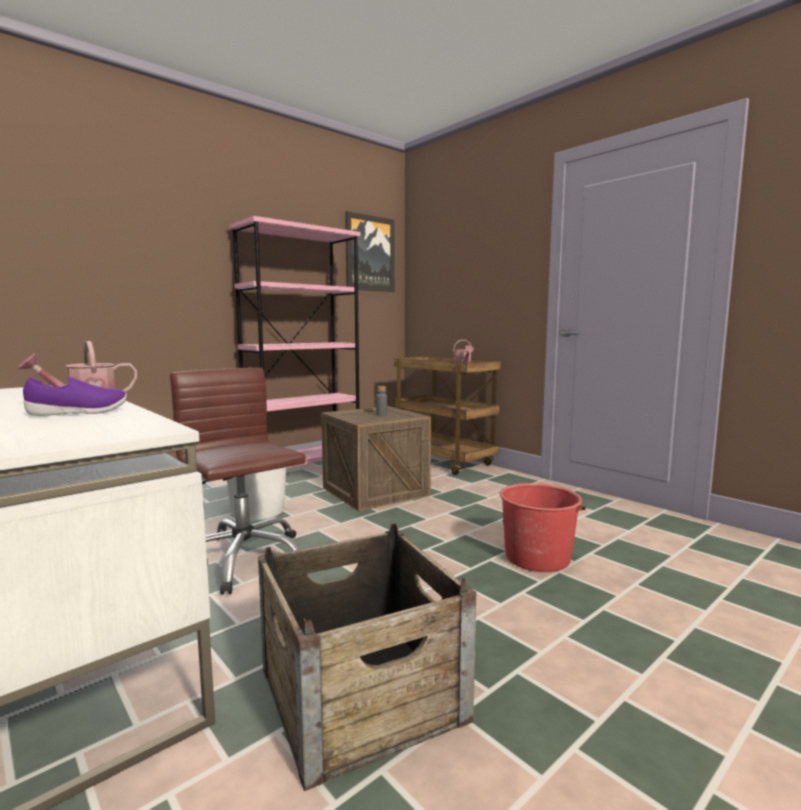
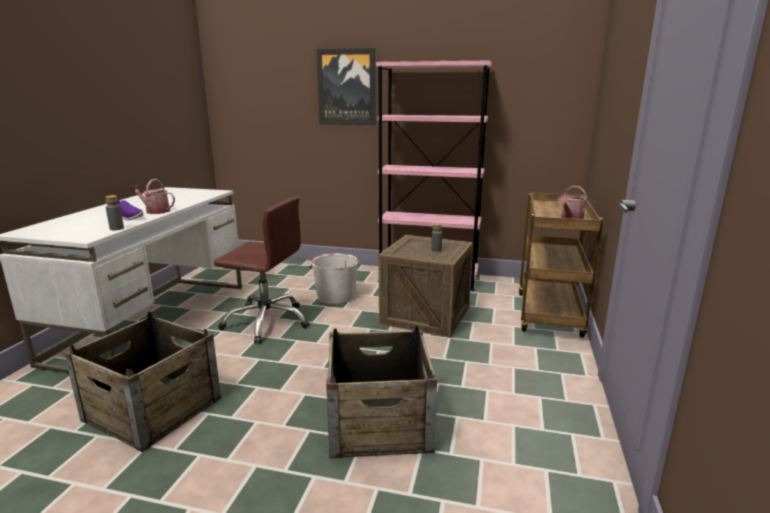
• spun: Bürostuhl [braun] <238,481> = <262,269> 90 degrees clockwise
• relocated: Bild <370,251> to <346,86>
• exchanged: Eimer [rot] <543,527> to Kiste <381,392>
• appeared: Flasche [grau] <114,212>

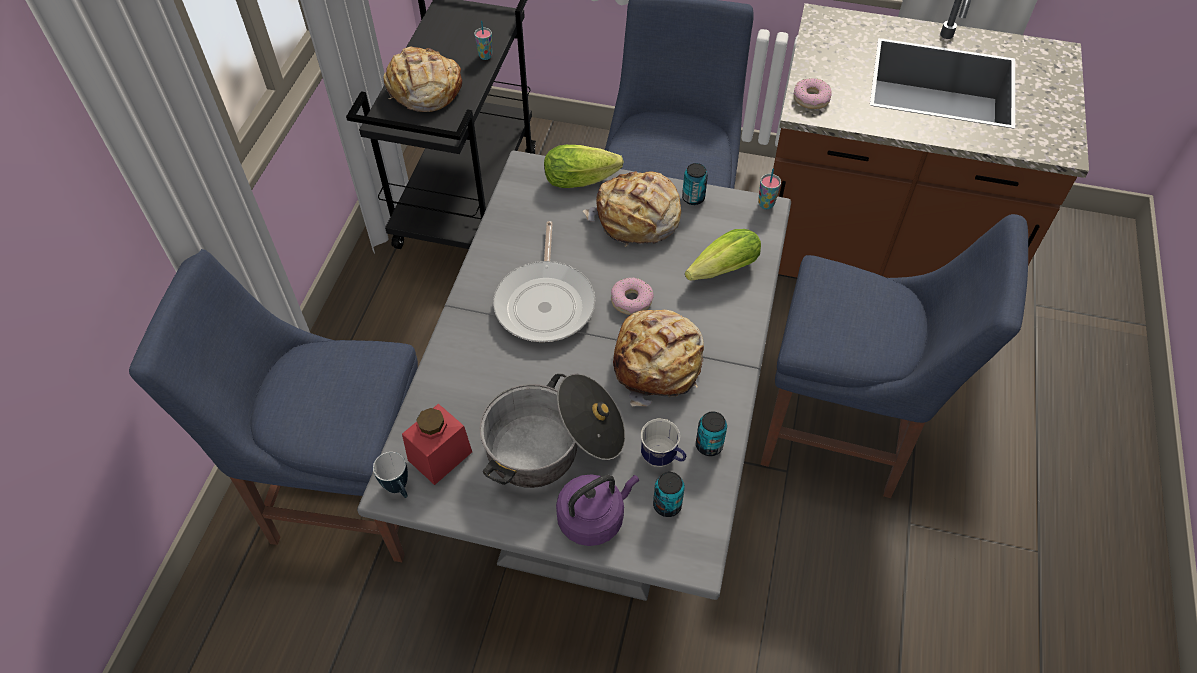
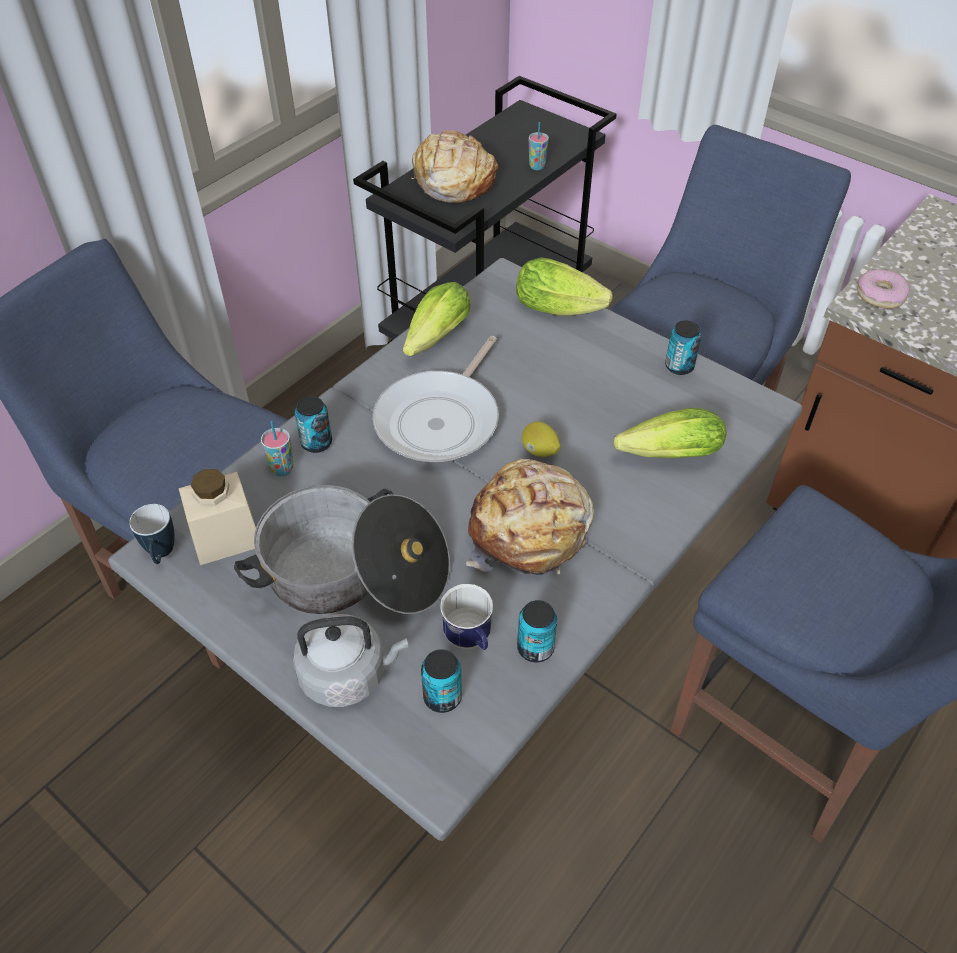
• colour: Vorratsglas [rot] <437,444> to Vorratsglas [beige] <217,517>
• colour: Wasserkessel [lila] <597,510> to Wasserkessel [grau] <350,660>
• missing: Brot <632,209>
• exchanged: Donut <632,296> to Zitrone <541,439>
• relocated: Tasse <769,188> to <277,448>
• appeared: Dose <313,424>
• appeared: Salatkopf <437,319>

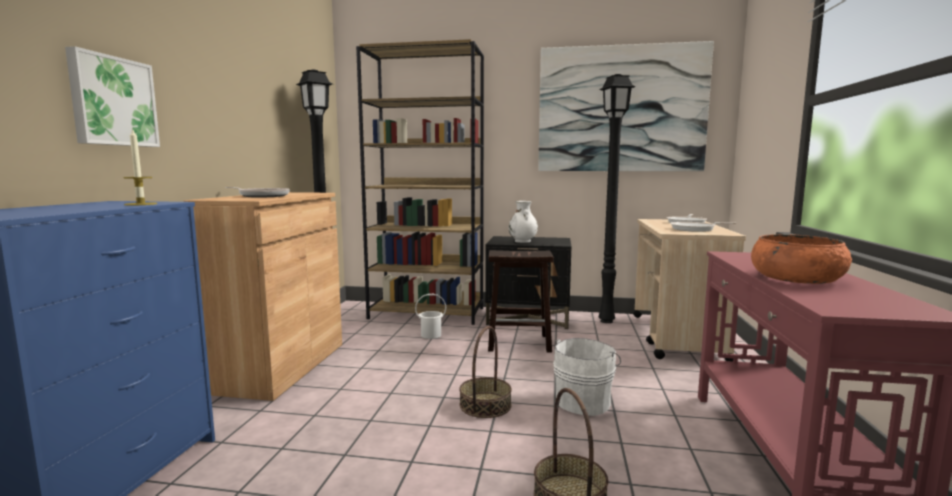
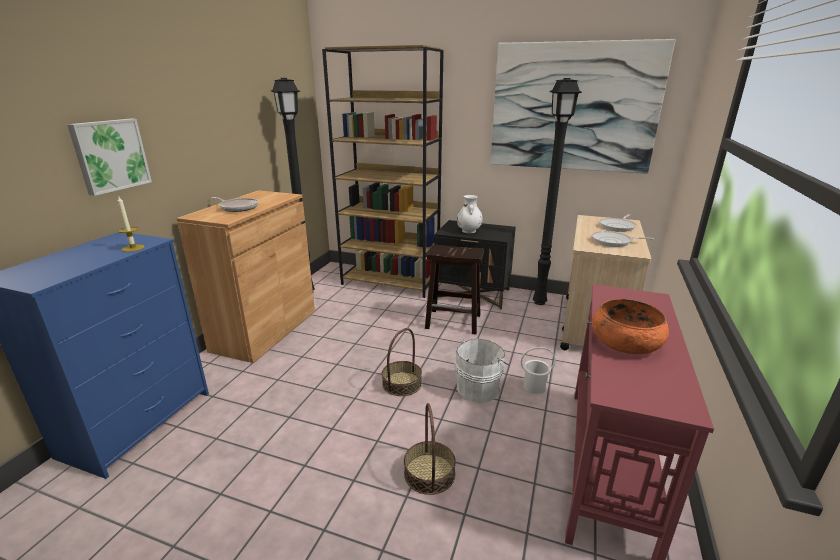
• relocated: Eimer [weiß] <430,316> to <538,370>

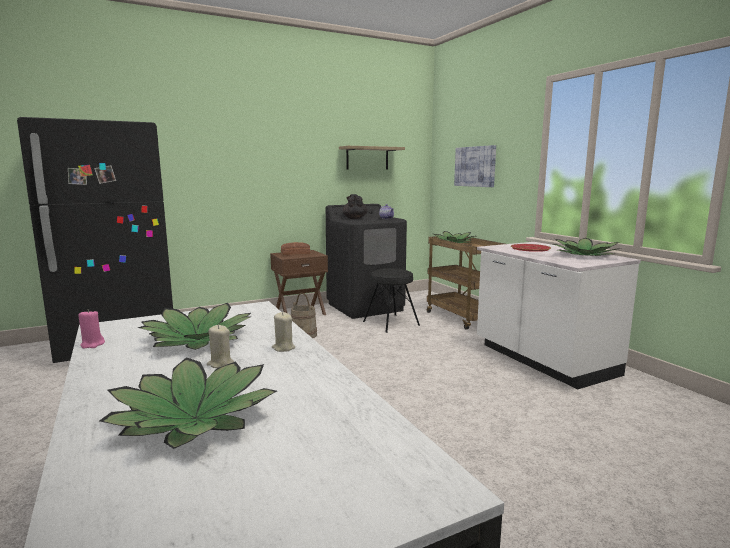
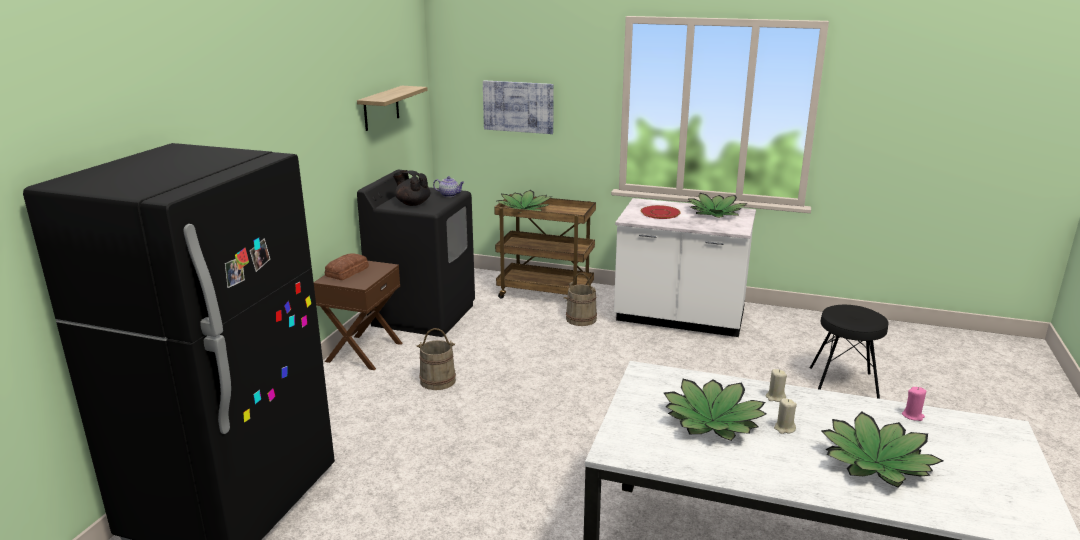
• relocated: Kerze [rosa] <91,329> to <914,404>
• relocated: Hocker [schwarz] <391,300> to <849,352>
• appeared: Eimer [beige] <581,299>

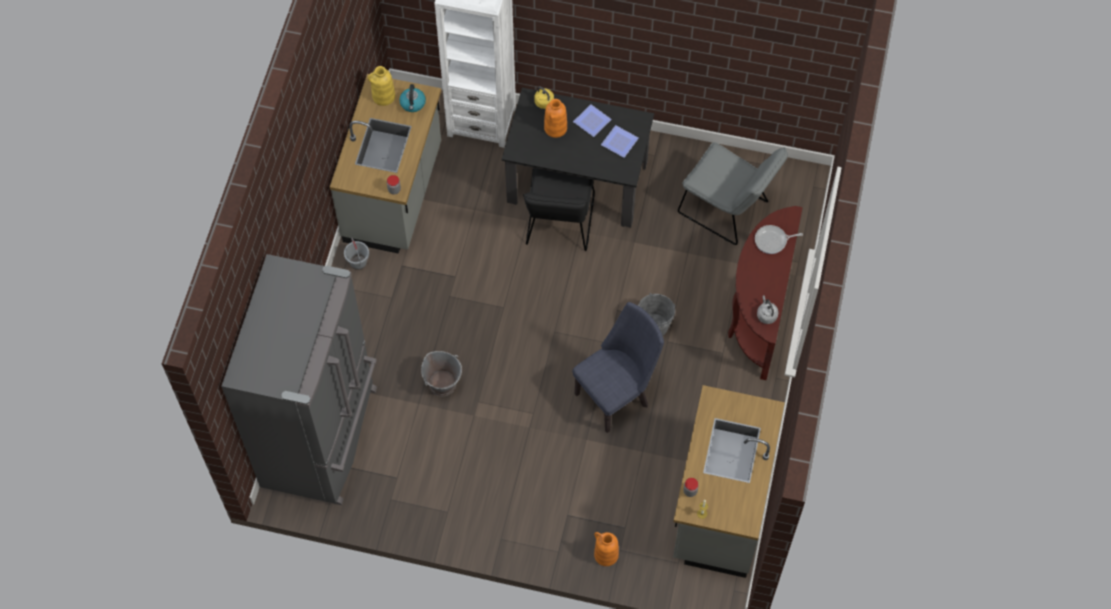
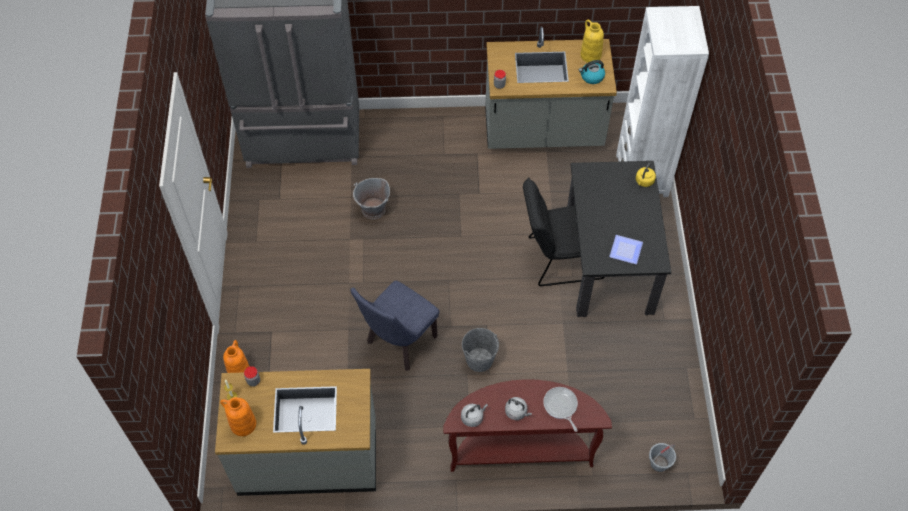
• relocated: Eimer [grau] <356,254> to <662,457>
• relocated: Vase [orange] <555,118> to <238,416>
• spun: Stuhl [blau] <618,367> = <395,325> 90 degrees clockwise
• missing: Teller <592,120>
• missing: Stuhl [grau] <733,193>
• appeared: Wasserkessel [grau] <518,408>

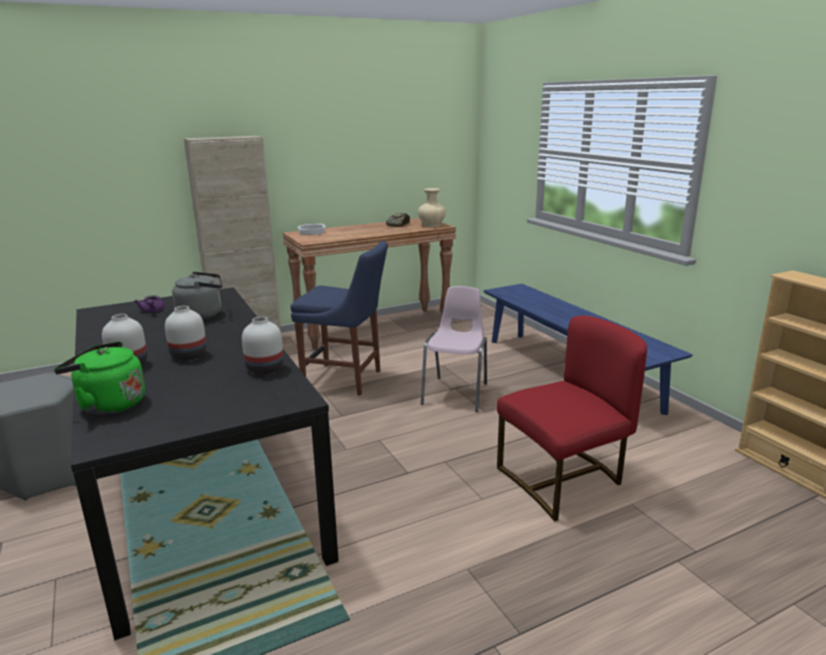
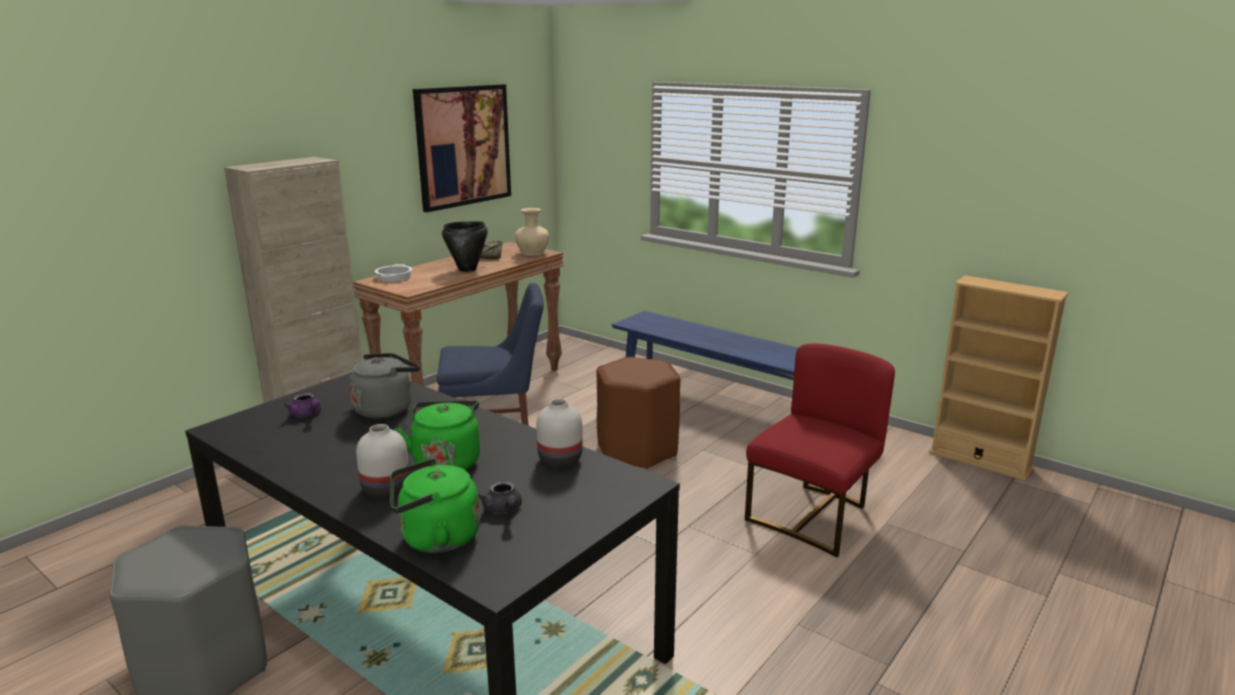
• exchanged: Vase [weiß] <186,333> to Wasserkessel [grün] <437,435>
• exchanged: Stuhl [rosa] <454,349> to Hocker [braun] <638,413>
• appeared: Bild <462,148>
• appeared: Kochtopf [schwarz] <465,246>
• appeared: Teekanne [grau] <500,497>

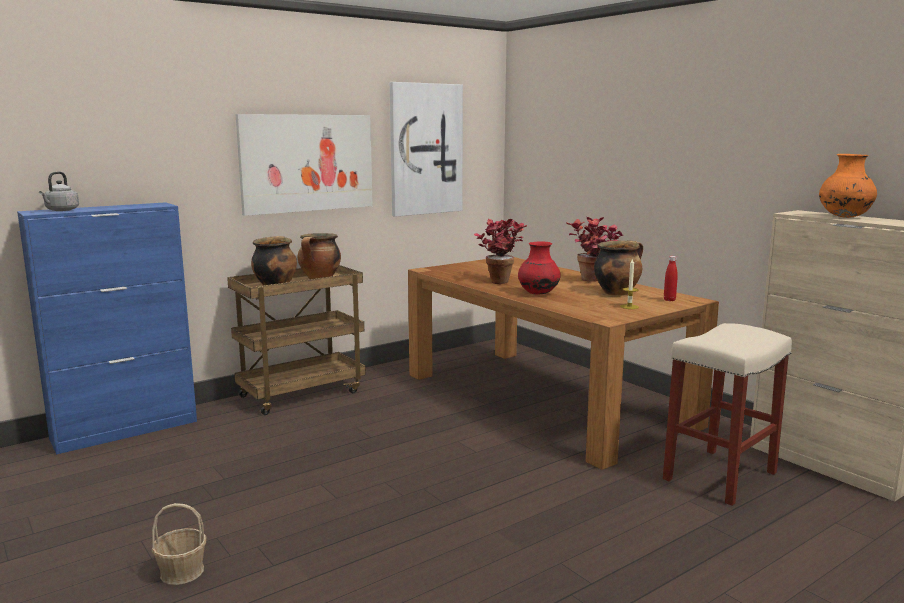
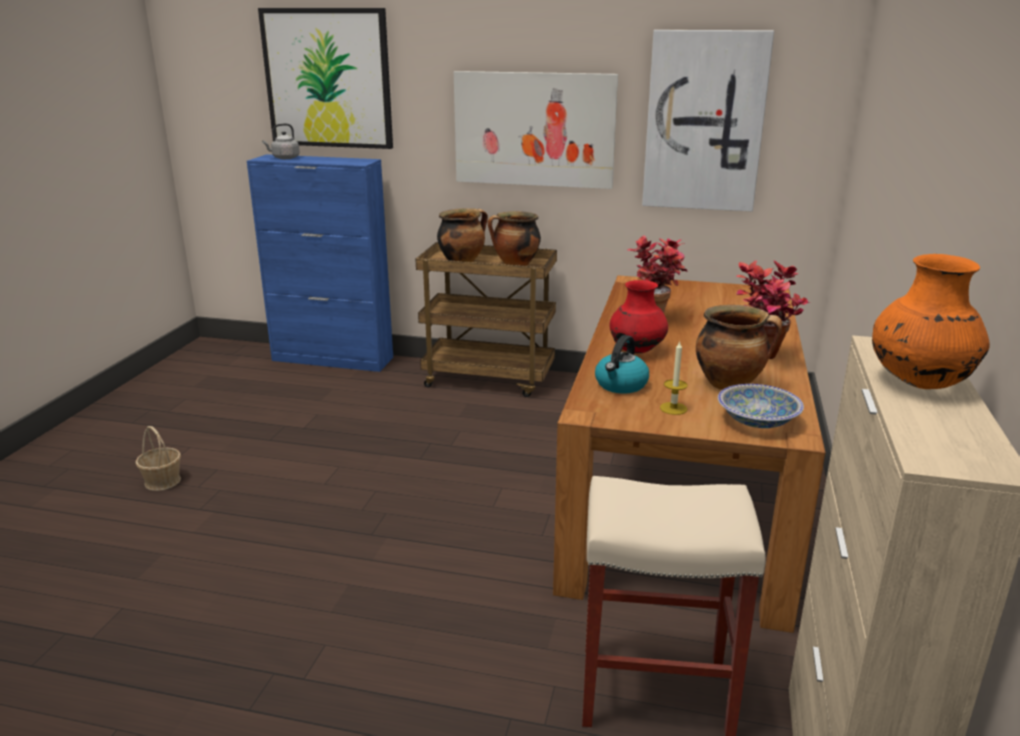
• exchanged: Flasche [rot] <671,278> to Schüssel <761,406>
• appeared: Bild <325,78>
• appeared: Wasserkessel <622,364>

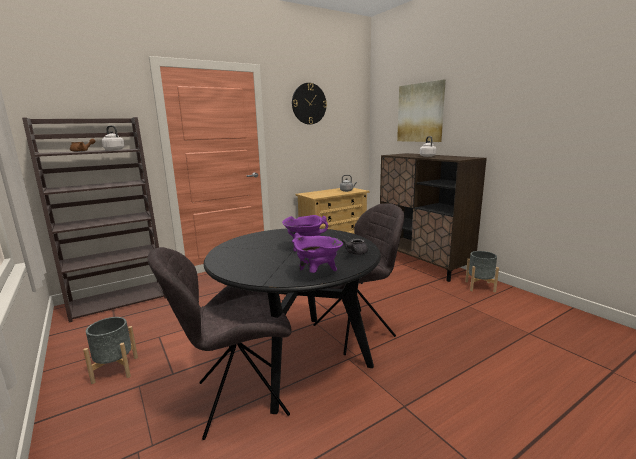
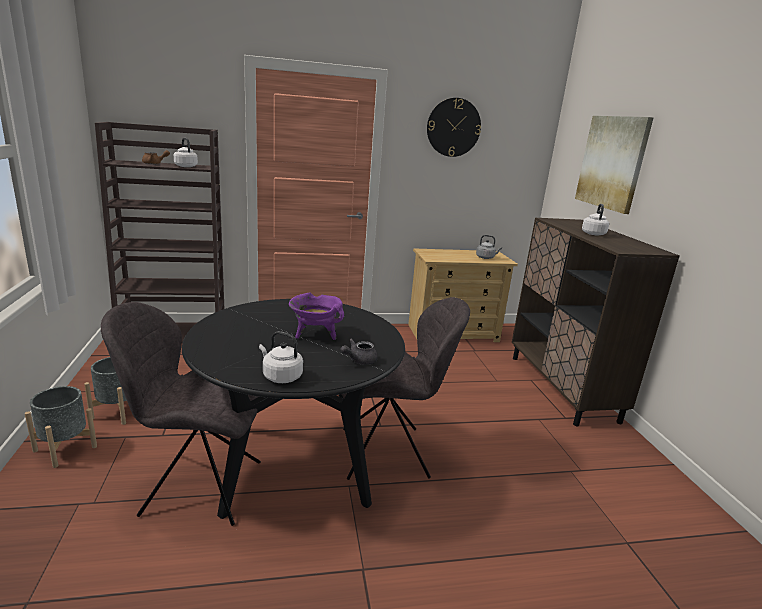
• exchanged: Kochtopf [lila] <317,253> to Wasserkessel [weiß] <281,357>
• relocated: Pflanzkübel [grau] <482,272> to <61,427>

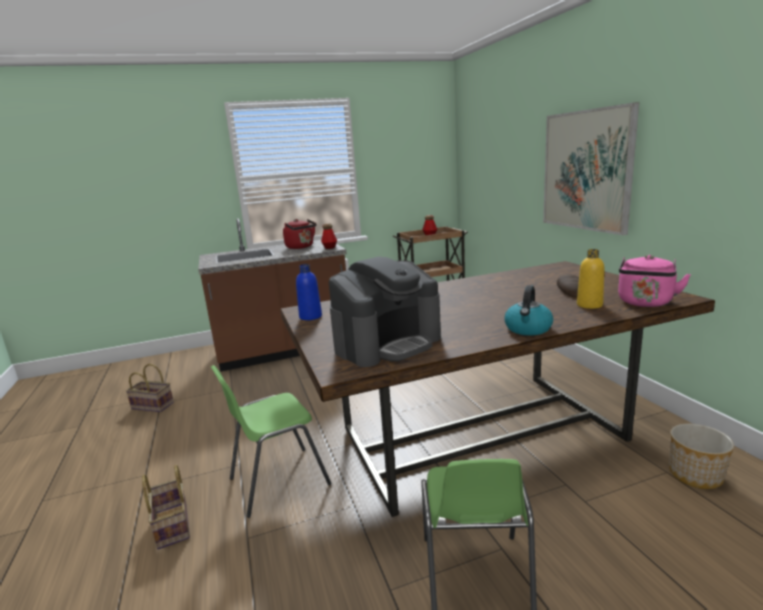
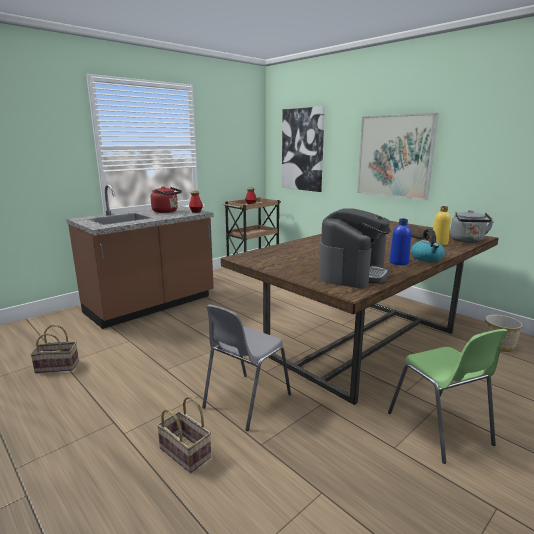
• colour: Stuhl [grün] <271,441> to Stuhl [grau] <246,368>
• relocated: Flasche [blau] <309,292> to <400,242>
• colour: Wasserkessel [rosa] <654,281> to Wasserkessel [grau] <472,226>
• appeared: Bild <303,149>

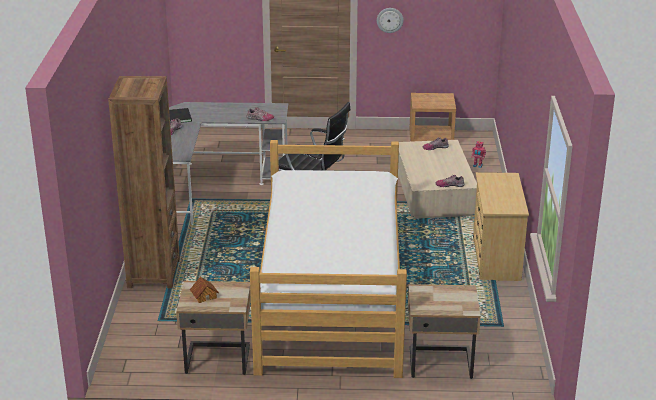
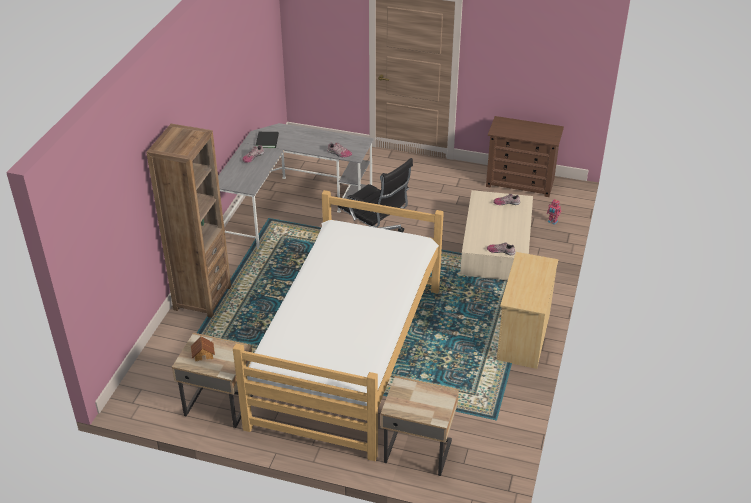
• missing: Wanduhr <390,20>
• exchanged: Nachttisch [braun] <432,117> to Kommode [braun] <525,156>

